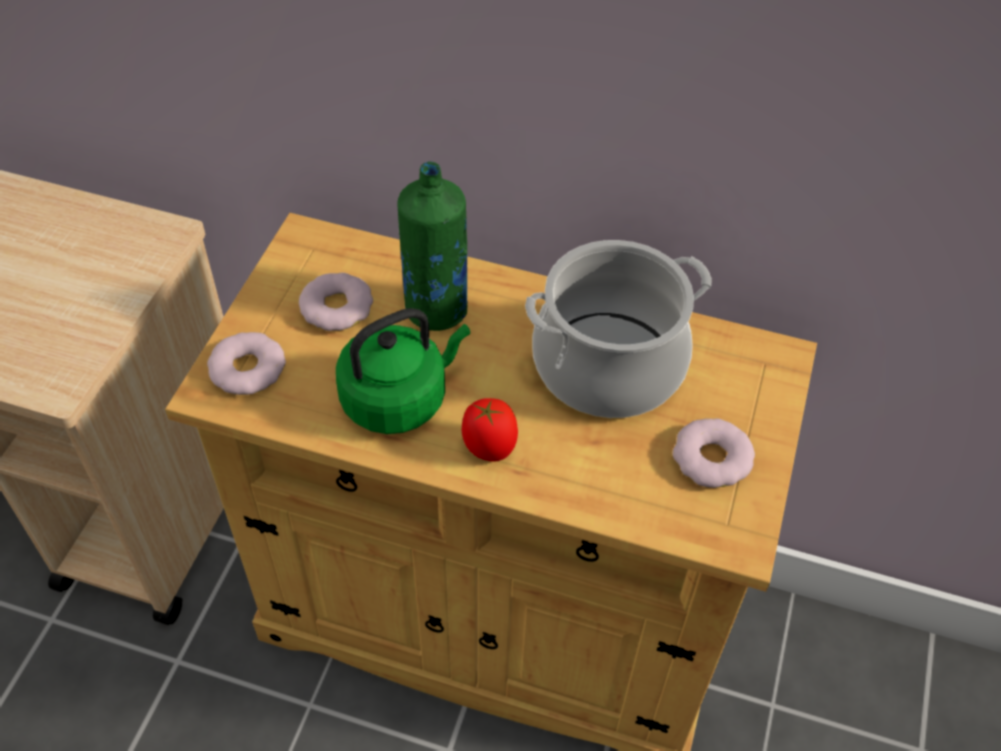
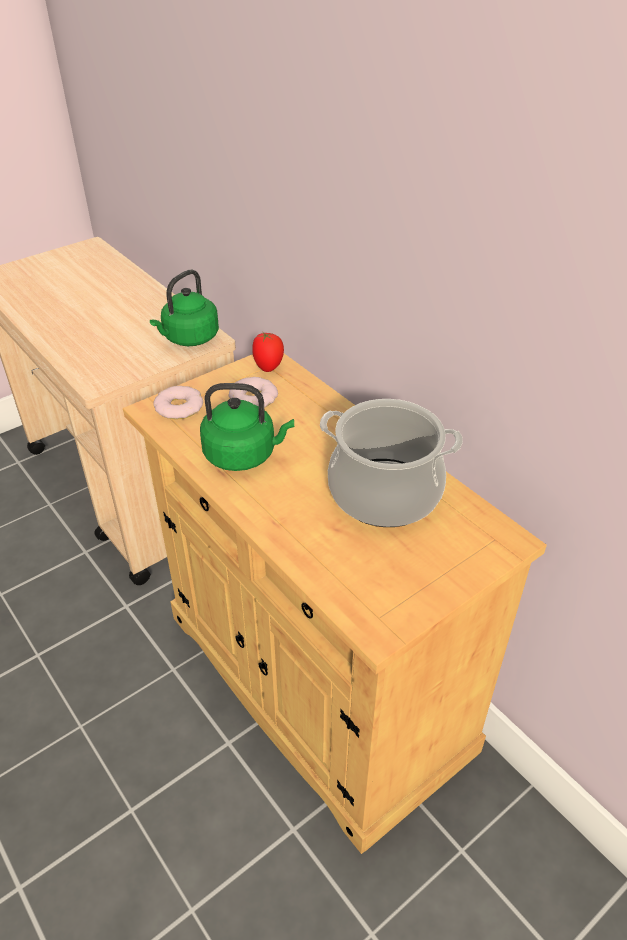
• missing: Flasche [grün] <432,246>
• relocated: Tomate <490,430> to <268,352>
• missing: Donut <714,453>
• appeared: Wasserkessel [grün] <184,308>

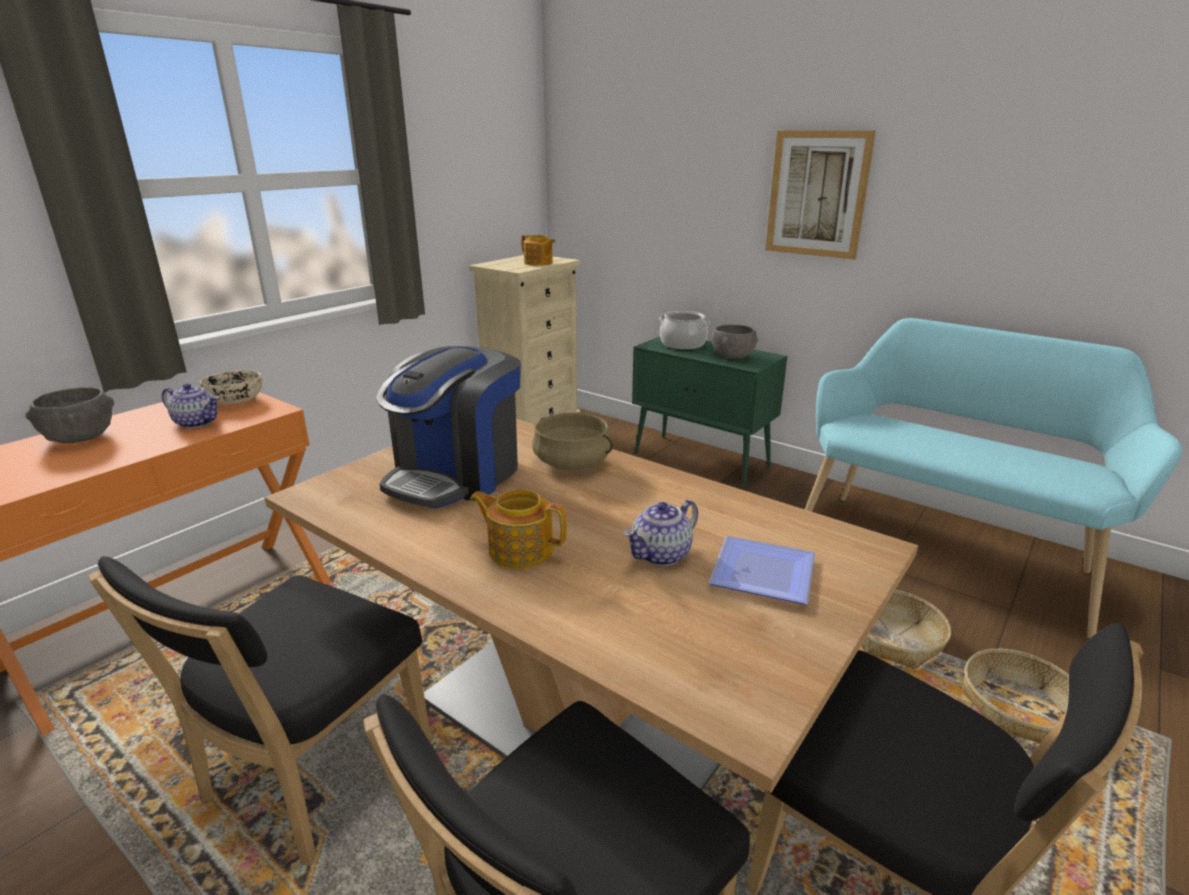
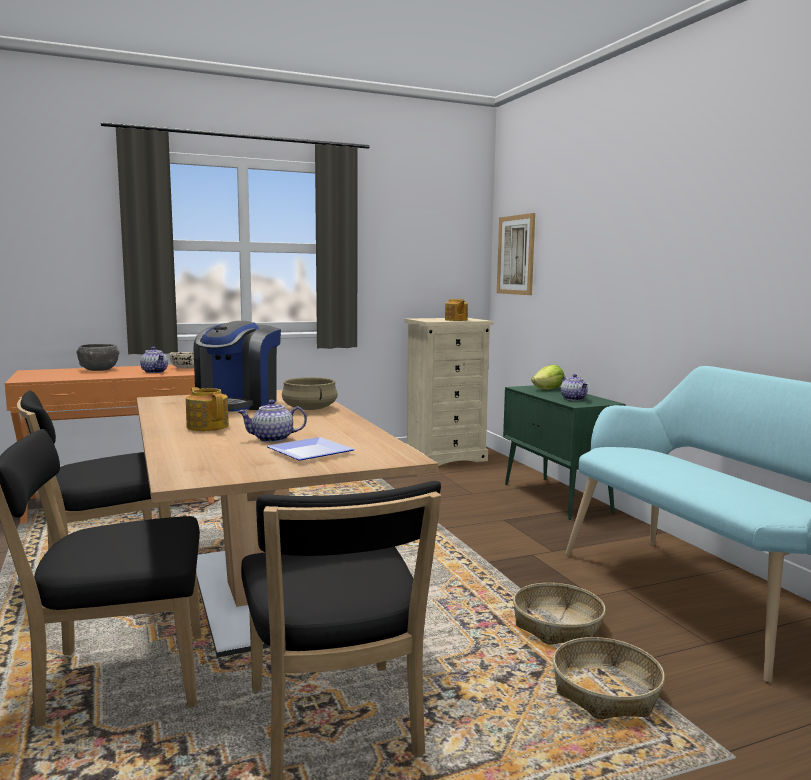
• spun: Kaffeemaschine <448,427> = <237,366> 45 degrees counterclockwise
• exchanged: Kochtopf <685,330> to Salatkopf <547,377>
• exchanged: Schüssel [grau] <735,342> to Teekanne <574,387>
• relocated: Bild <820,195> to <516,254>

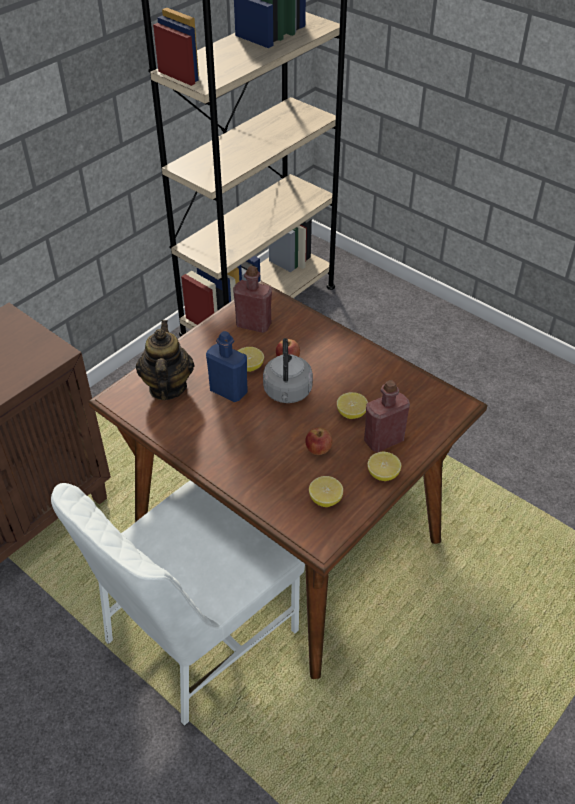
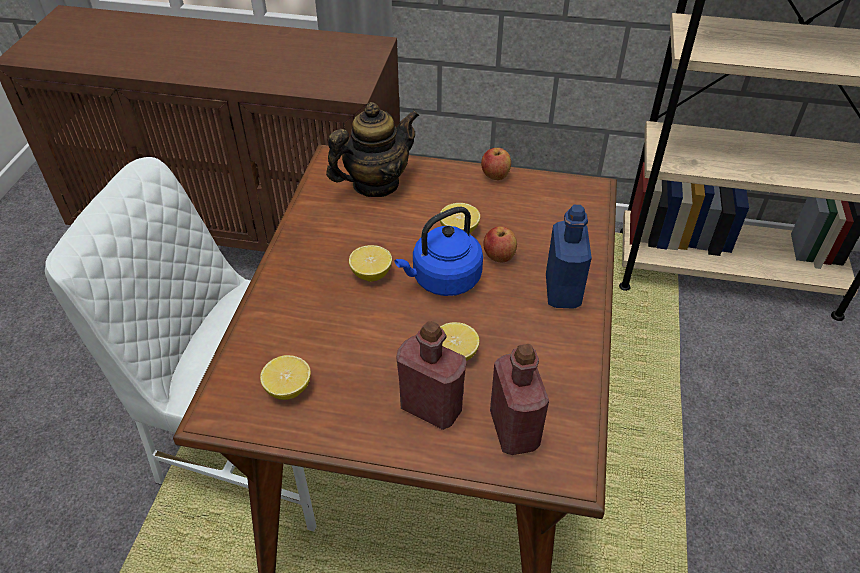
• relocated: Flasche [blau] <227,366> to <569,257>
• relocated: Flasche [rot] <252,299> to <519,399>
• colour: Wasserkessel [grau] <288,370> to Wasserkessel [blau] <439,251>
• relocated: Apfel <319,441> to <496,164>
• relocated: Zitrone <384,466> to <370,263>

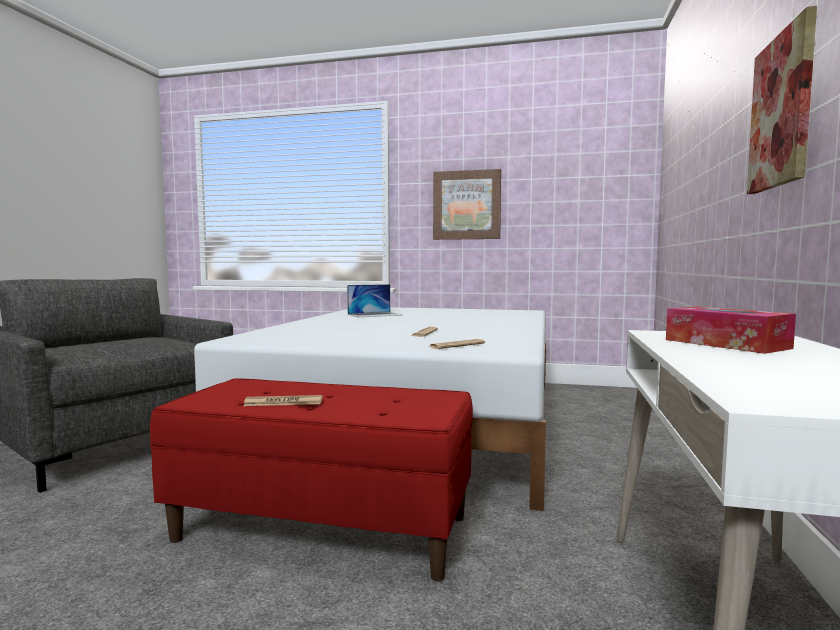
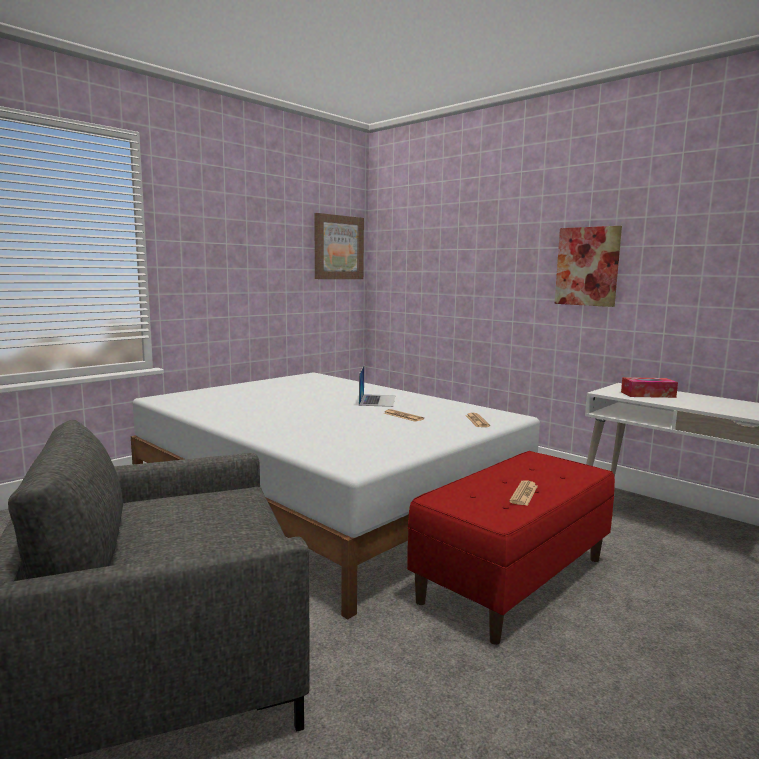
• relocated: Laptop <374,300> to <377,386>
• relocated: Bild <467,204> to <339,246>

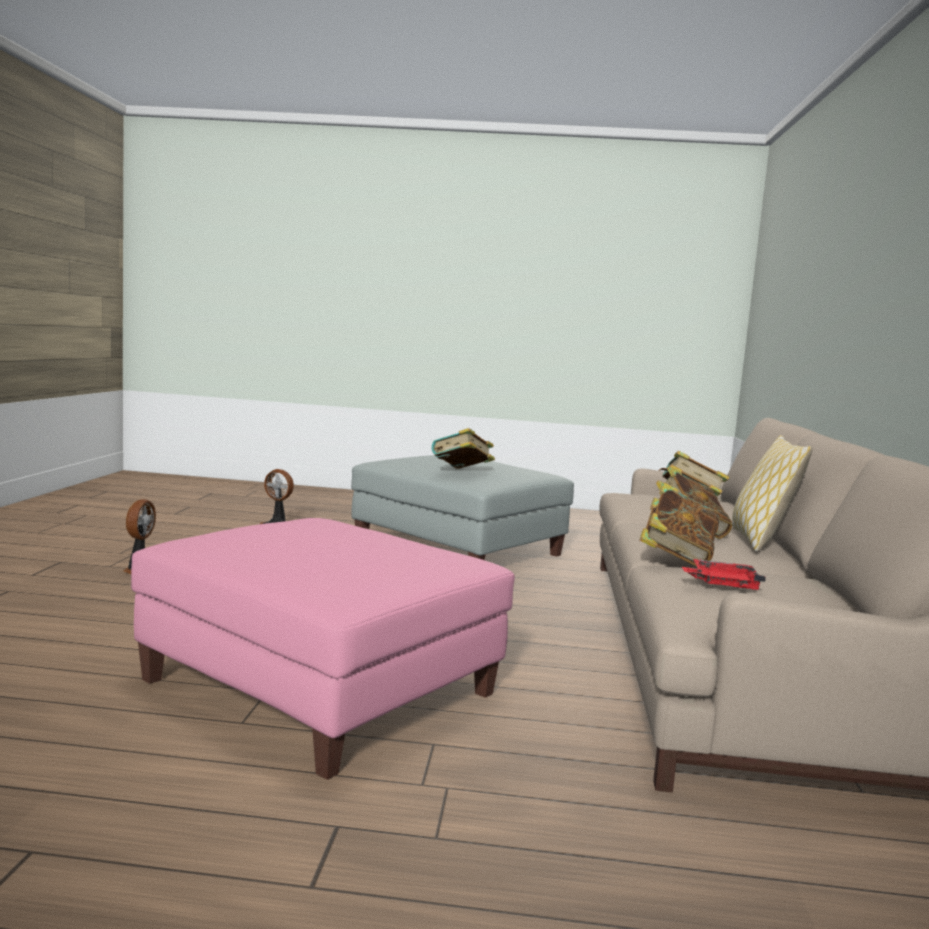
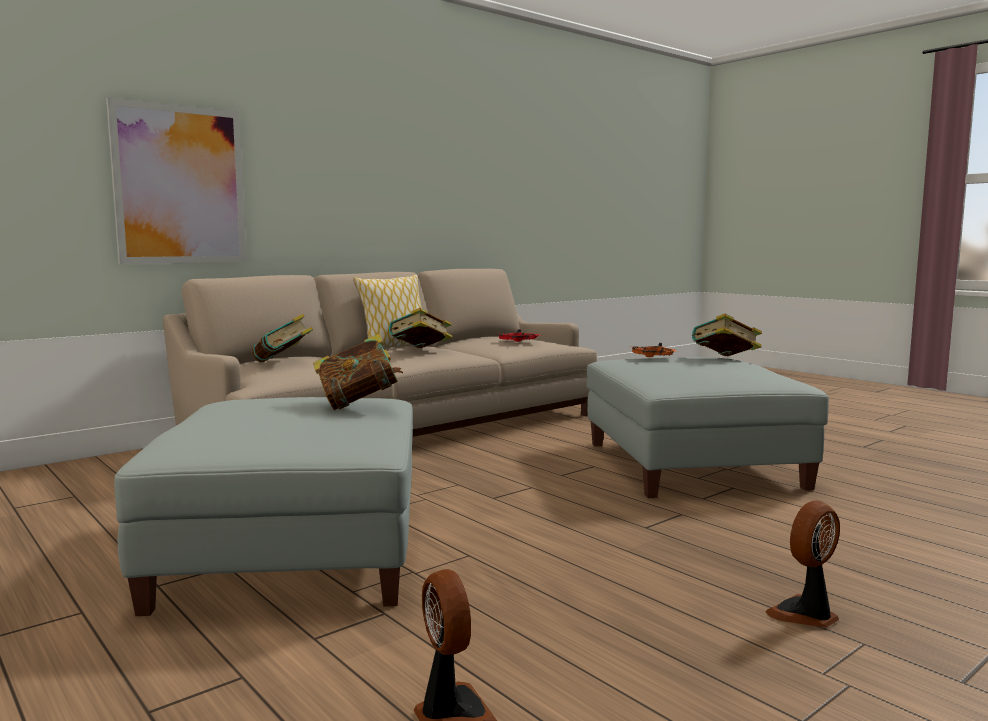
• colour: Polsterhocker [rosa] <323,649> to Polsterhocker [grau] <708,427>
• relocated: Buch <679,525> to <727,335>
• appeared: Bild <176,180>
• appeared: Tablett [orange] <654,350>

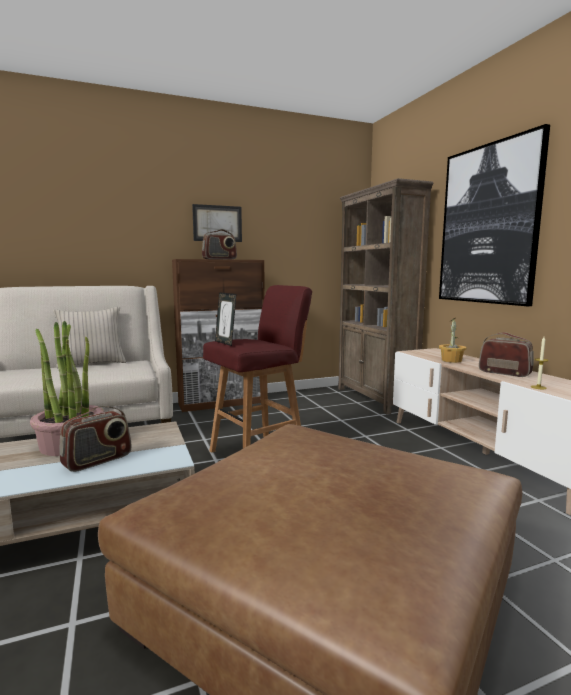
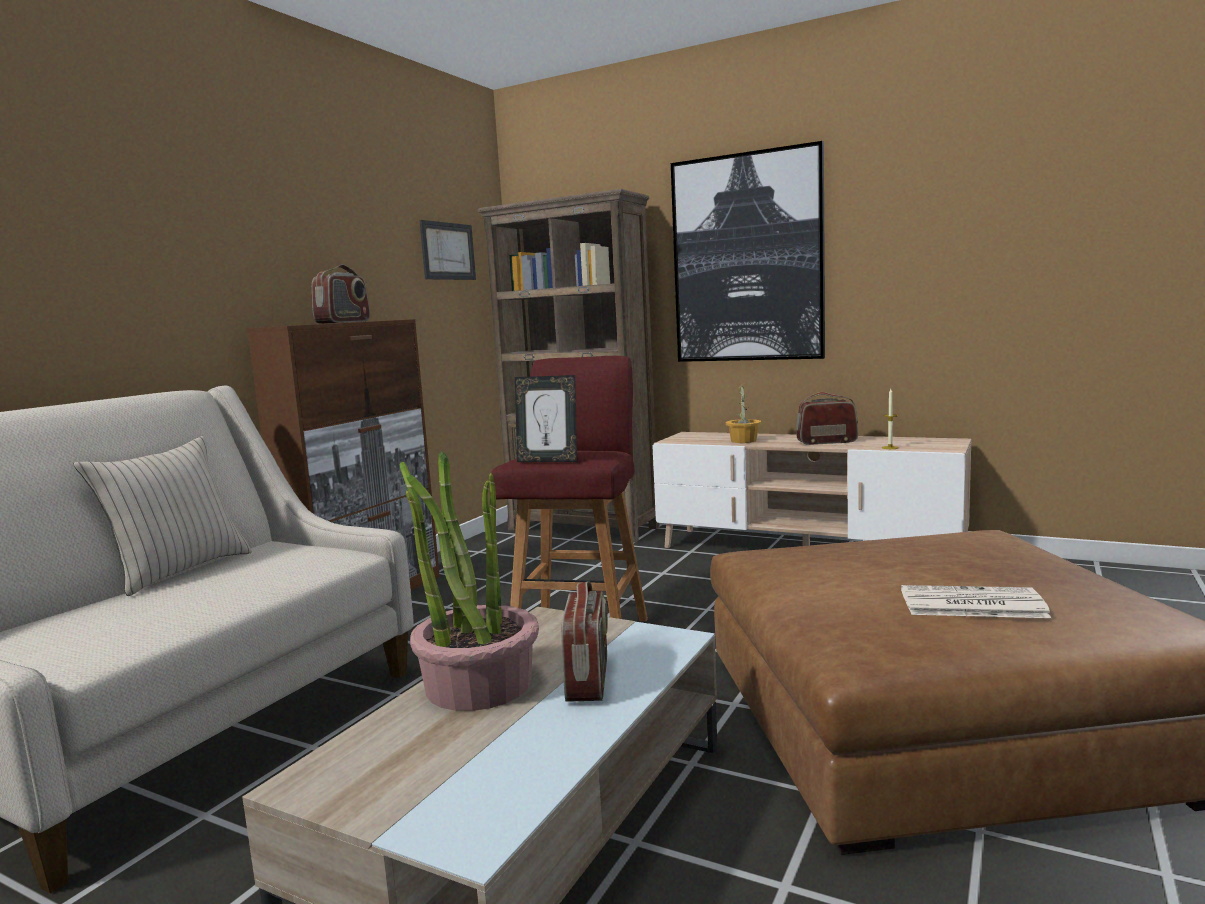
• relocated: Bild <217,223> to <447,250>
• appeared: Zeitung <976,601>

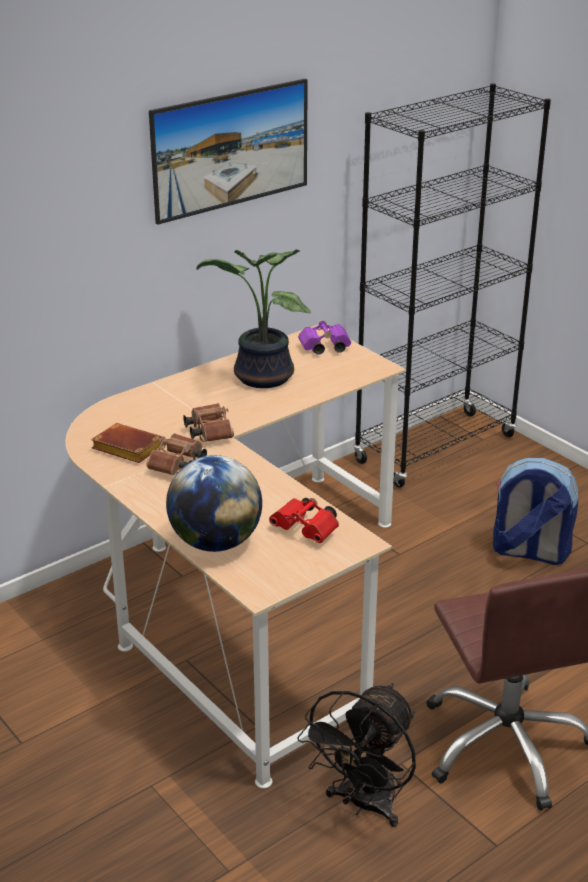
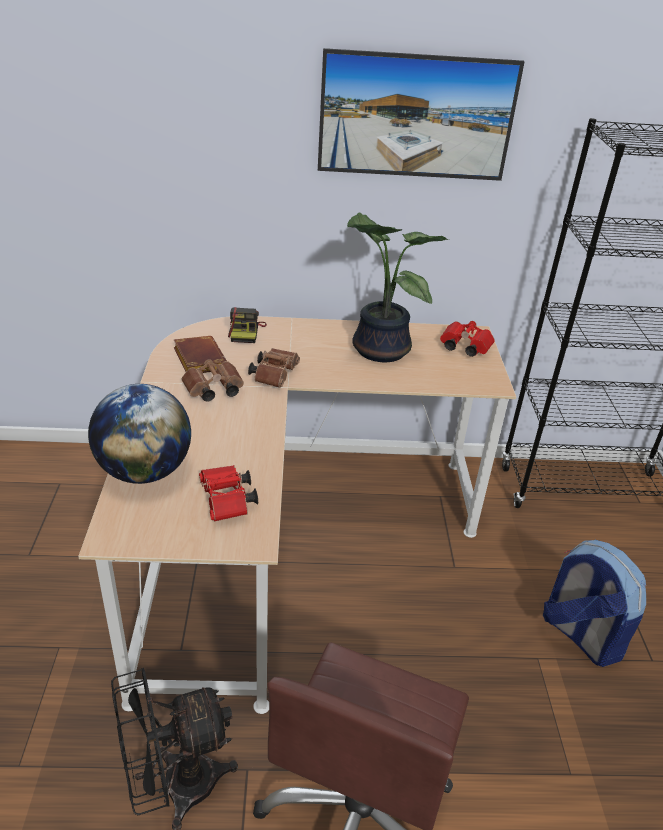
• colour: Fernglas [lila] <324,338> to Fernglas [rot] <467,339>
• appeared: Kamera <247,325>

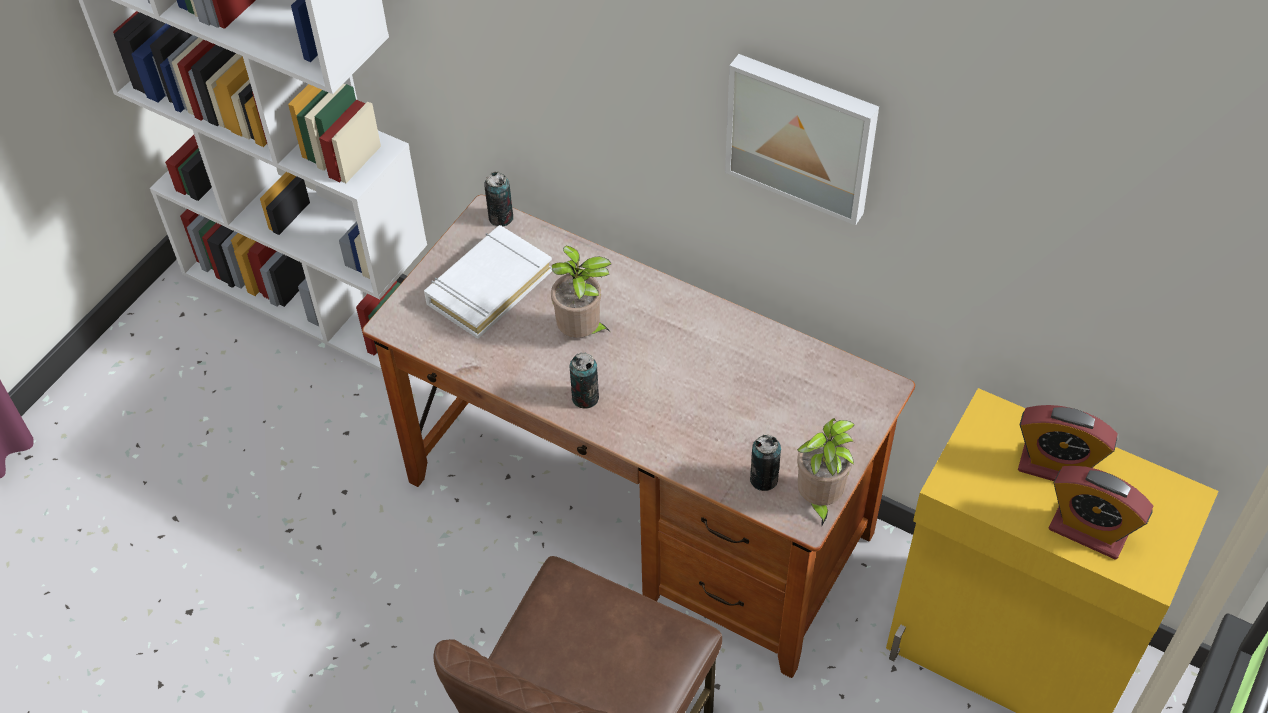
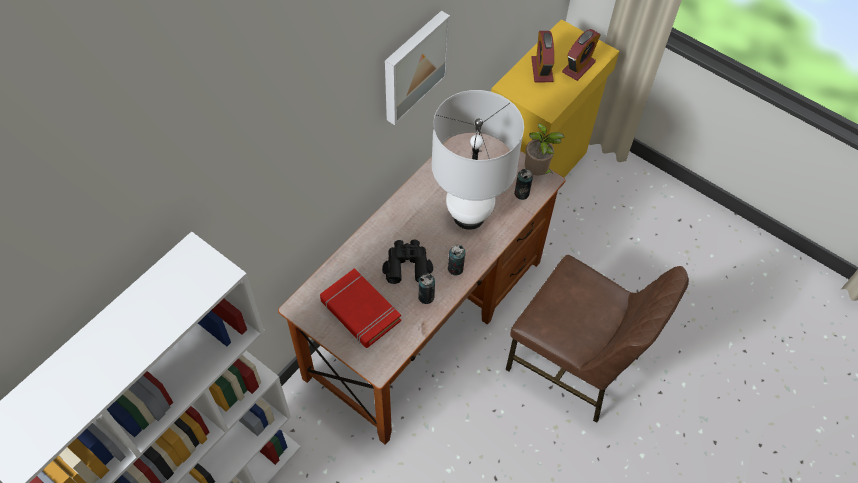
• colour: Buch [weiß] <488,282> to Buch [rot] <360,308>
• relocated: Dose <498,199> to <426,289>
• exchanged: Topfpflanze <581,291> to Fernglas [schwarz] <407,262>
• spun: Wecker <1068,443> = <542,56> 150 degrees clockwise
• appeared: Tischlampe [weiß] <478,160>

